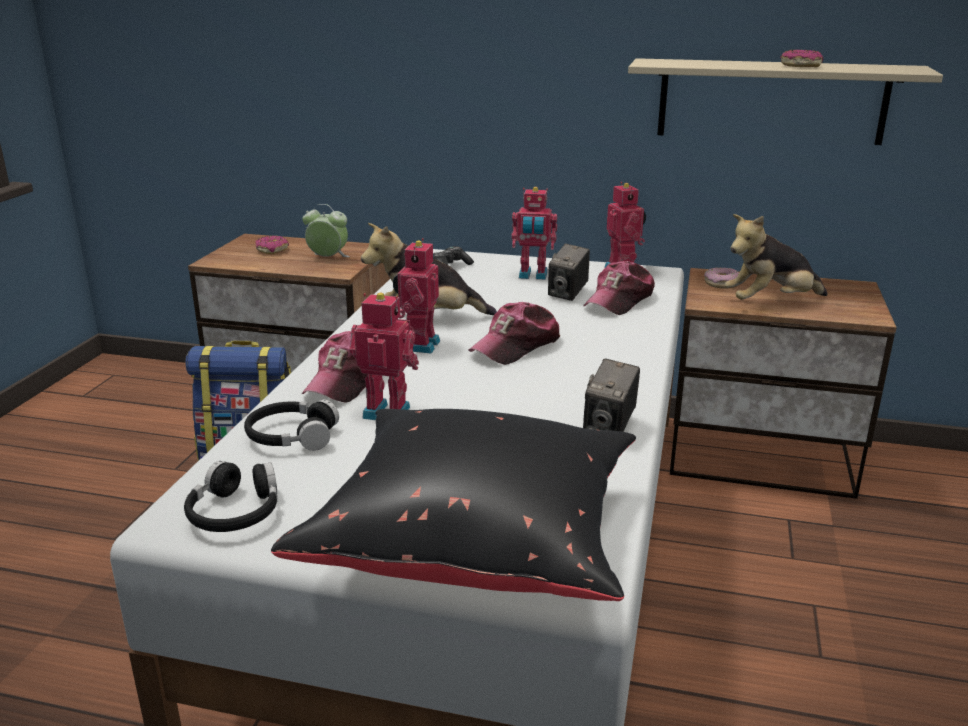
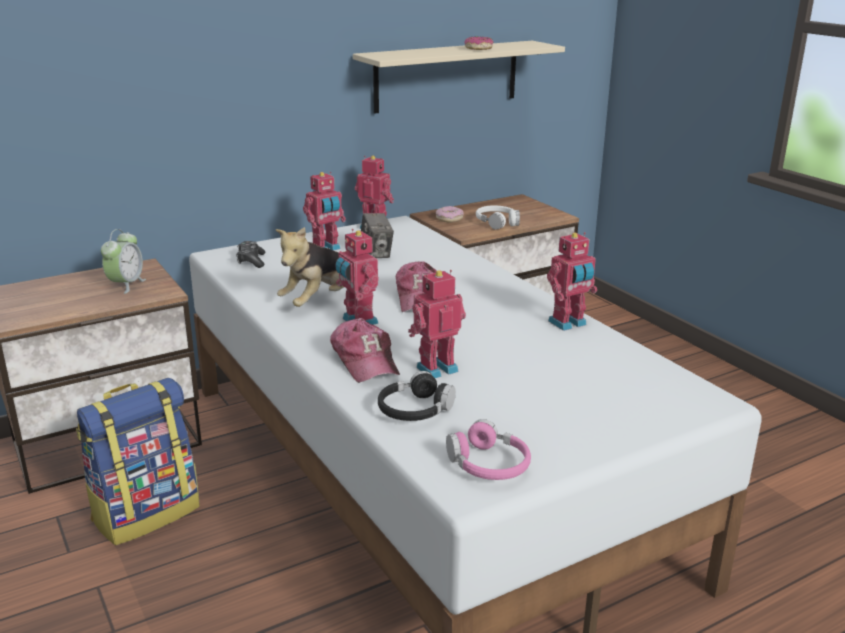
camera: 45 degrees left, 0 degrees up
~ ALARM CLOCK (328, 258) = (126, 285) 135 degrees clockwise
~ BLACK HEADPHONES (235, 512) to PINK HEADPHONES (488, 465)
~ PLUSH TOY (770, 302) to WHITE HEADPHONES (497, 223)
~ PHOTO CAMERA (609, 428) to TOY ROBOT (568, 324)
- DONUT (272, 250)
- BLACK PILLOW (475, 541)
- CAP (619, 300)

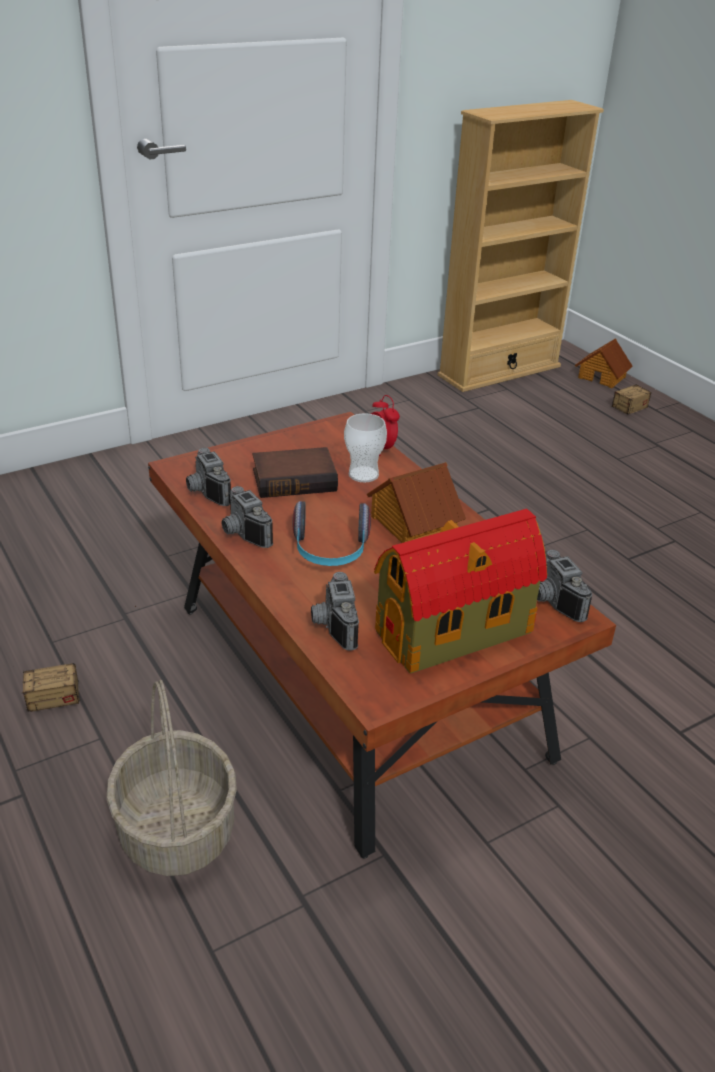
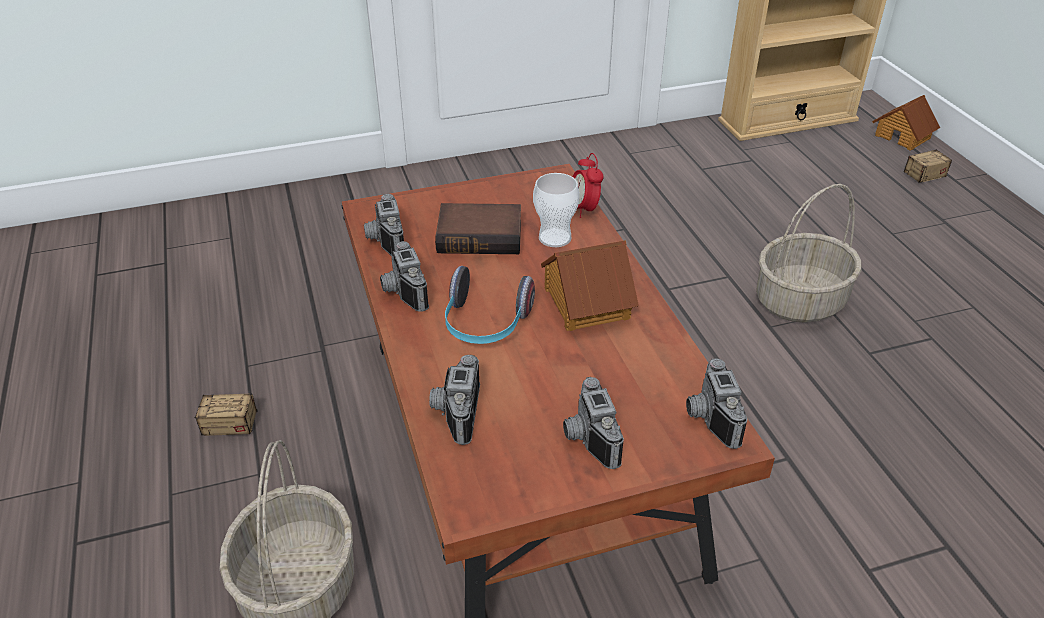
camera: 15 degrees right, 5 degrees up
~ TOY HOUSE (457, 631) to PHOTO CAMERA (587, 438)
+ BASKET (799, 302)

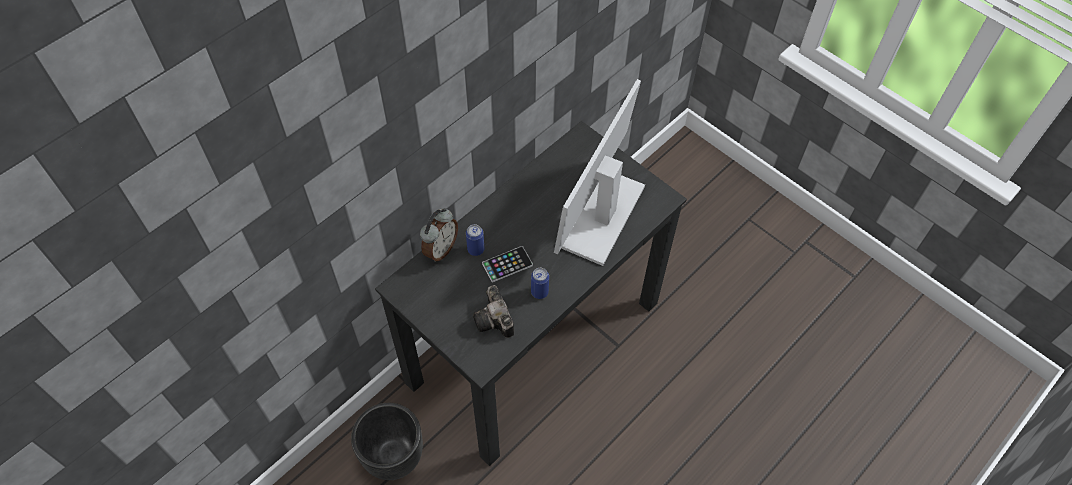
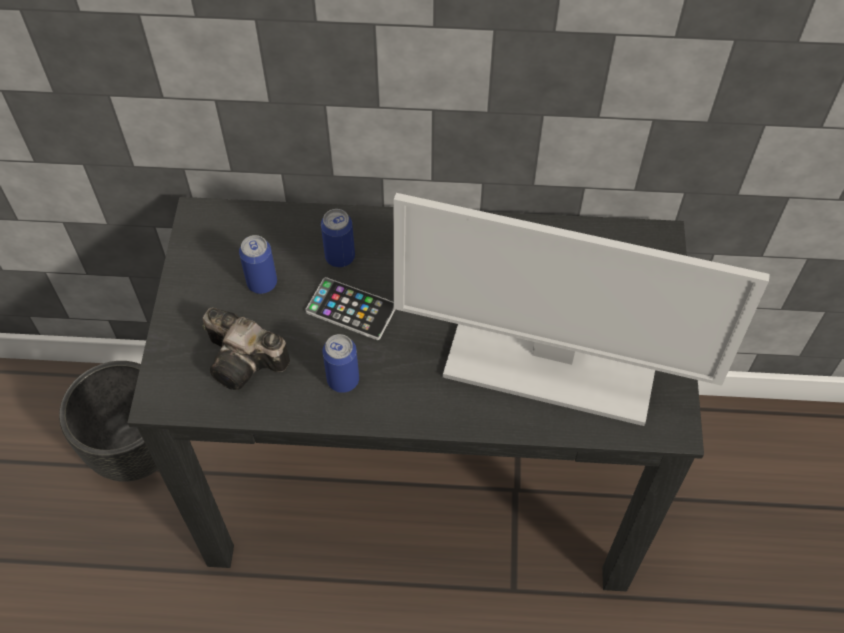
camera: 50 degrees right, 0 degrees up
~ PHOTO CAMERA (495, 321) = (247, 362) 90 degrees counterclockwise
+ CAN (262, 283)
~ MONITOR (600, 215) = (549, 360) 150 degrees counterclockwise
- ALARM CLOCK (440, 249)

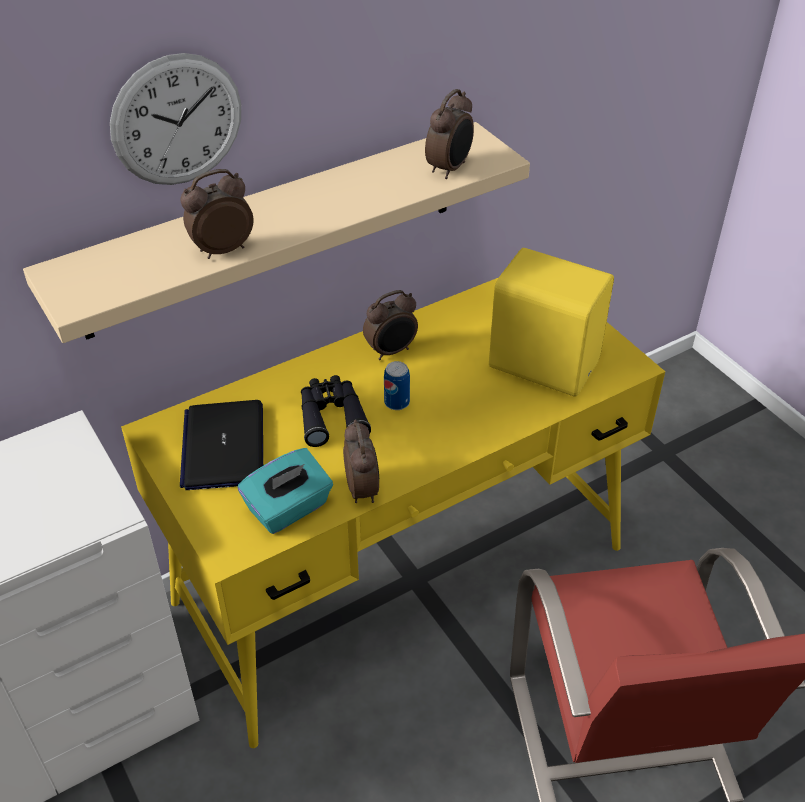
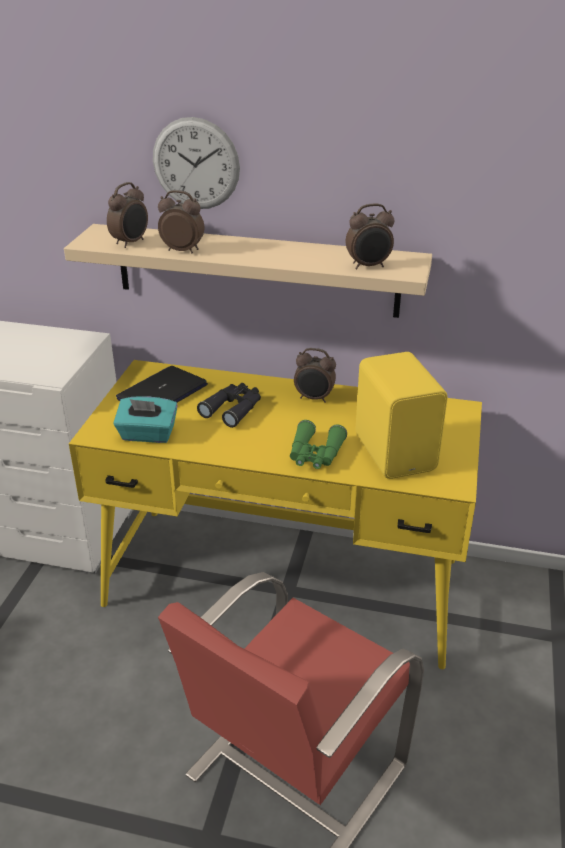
camera: 45 degrees right, 10 degrees down
~ ALARM CLOCK (363, 489) to (131, 243)
+ GREEN BINOCULARS (315, 454)
- CAN (397, 402)

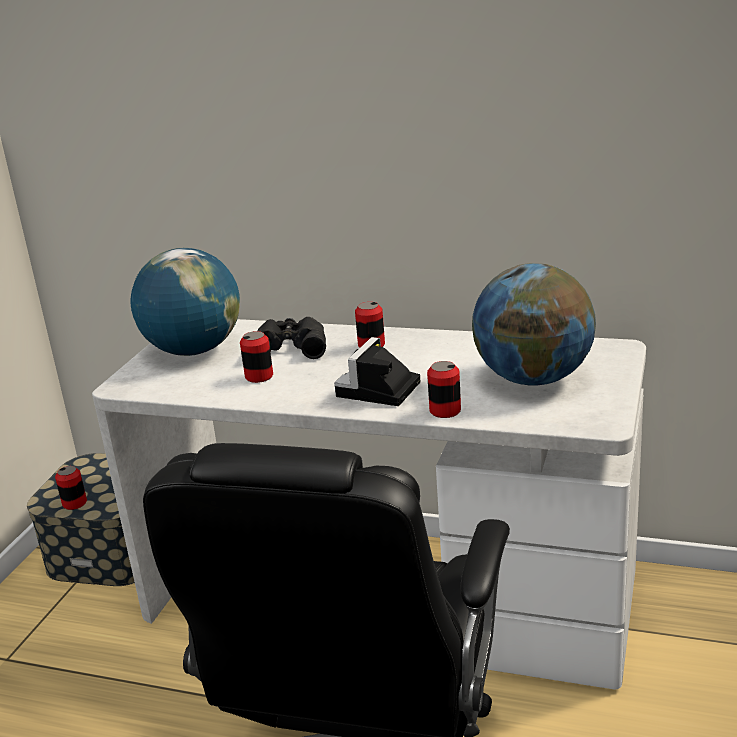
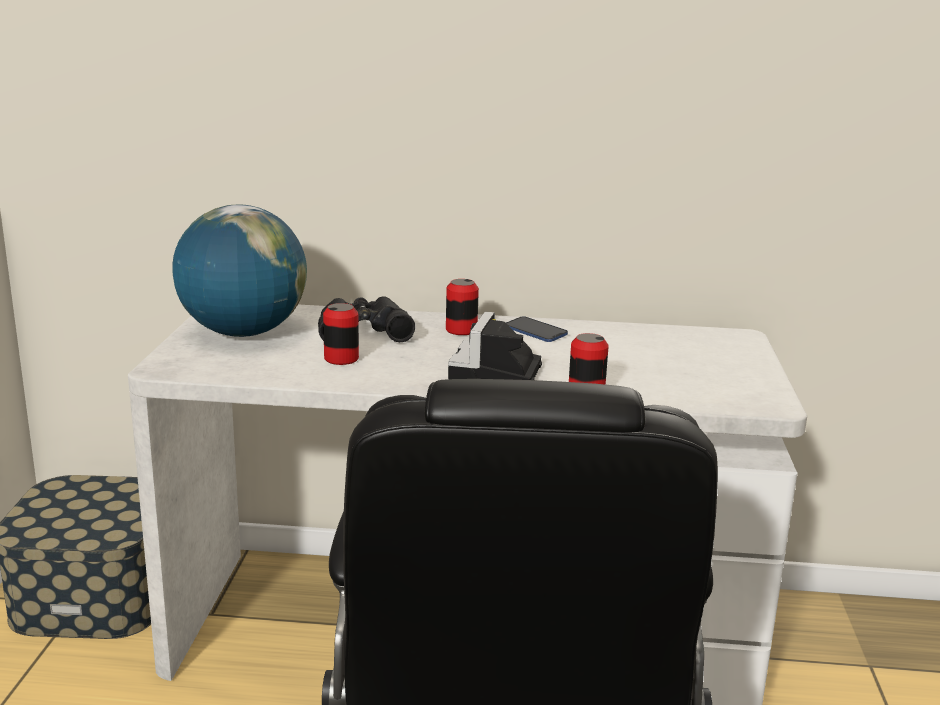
camera: 15 degrees left, 5 degrees down
+ PHONE (535, 331)
- CAN (74, 503)
- GLOBE (533, 379)

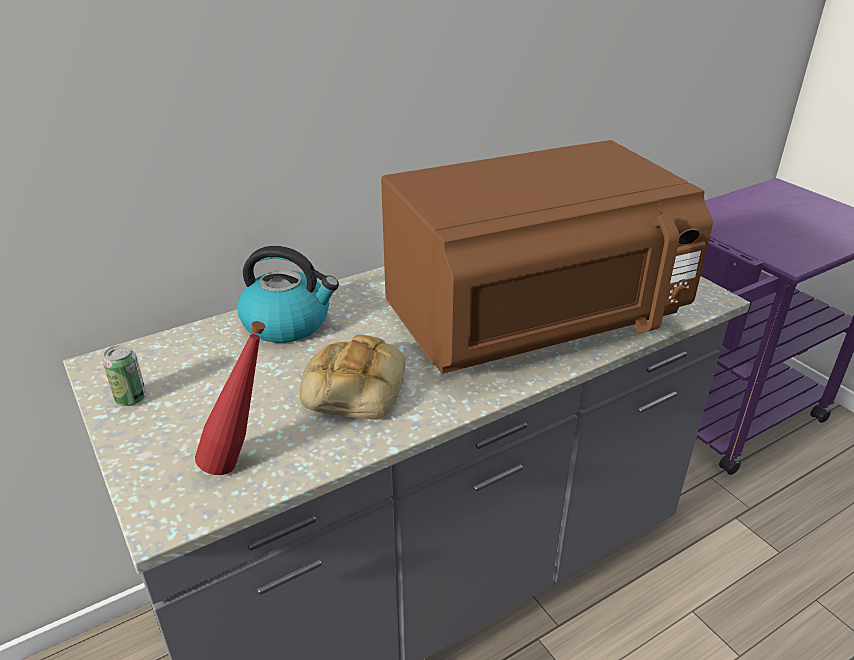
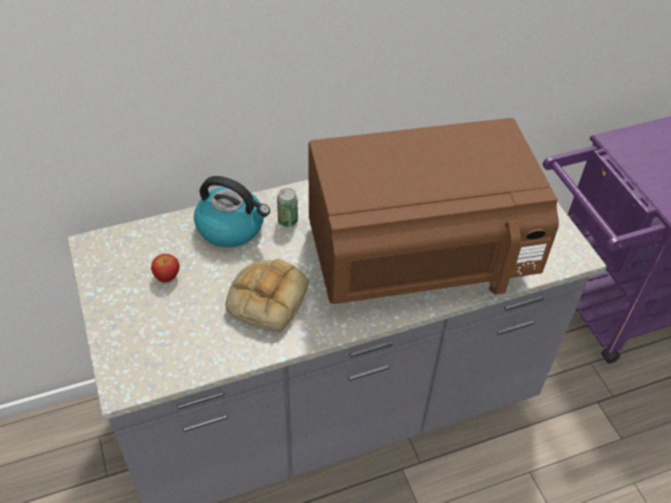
camera: 10 degrees right, 15 degrees up
+ APPLE (167, 276)
~ CAN (131, 398) to (288, 221)
- RED BOTTLE (241, 463)

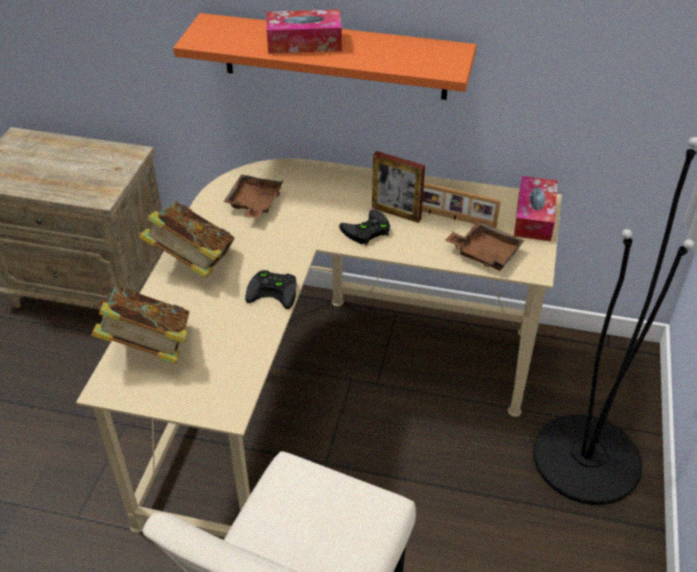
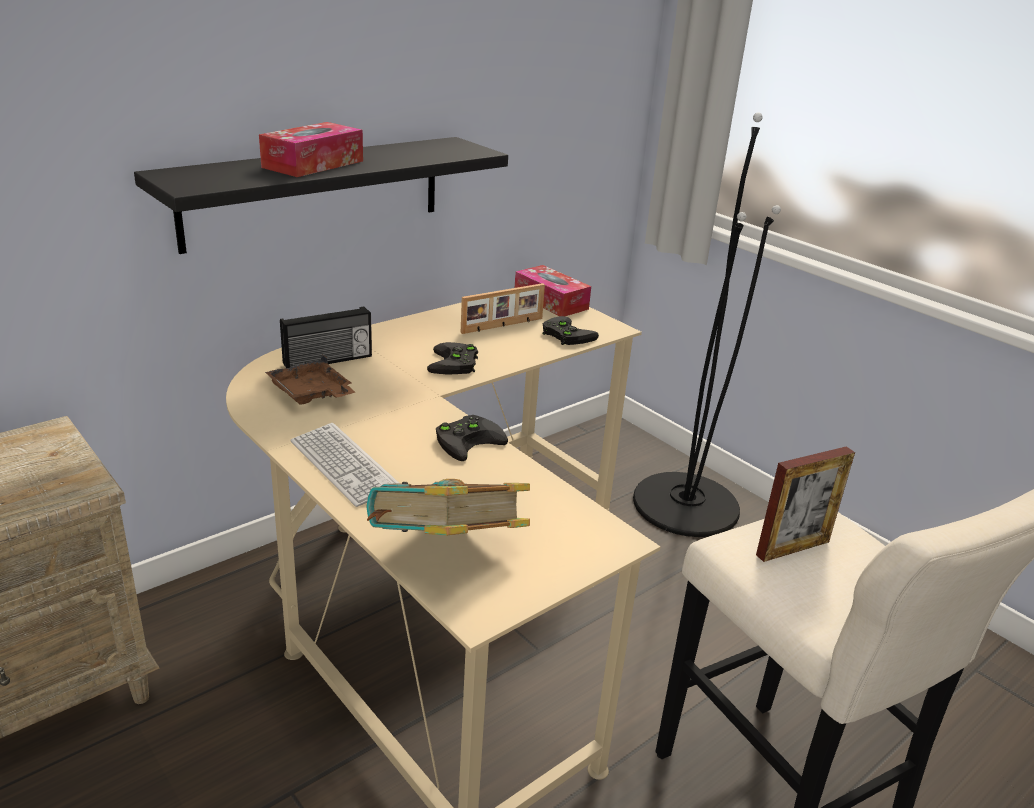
camera: 55 degrees left, 15 degrees down
~ ORANGE SHELF (334, 57) to BLACK SHELF (315, 191)
+ RADIO (328, 361)
~ BOOK (192, 262) to KEYBOARD (343, 465)
~ BROWN TRAY (485, 253) to BLACK GAME CONTROLLER (565, 335)
~ PICTURE FRAME (396, 213) to (793, 548)

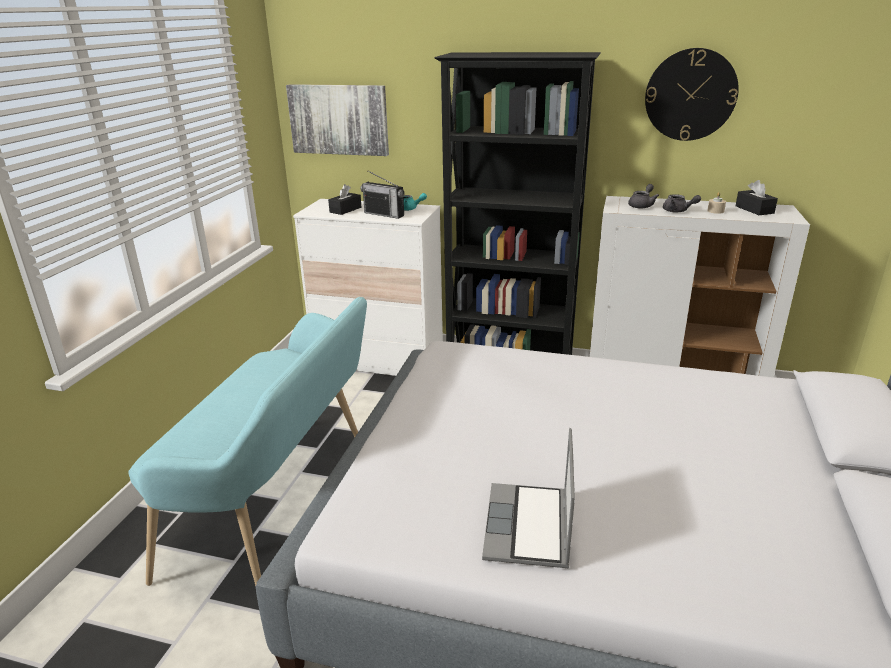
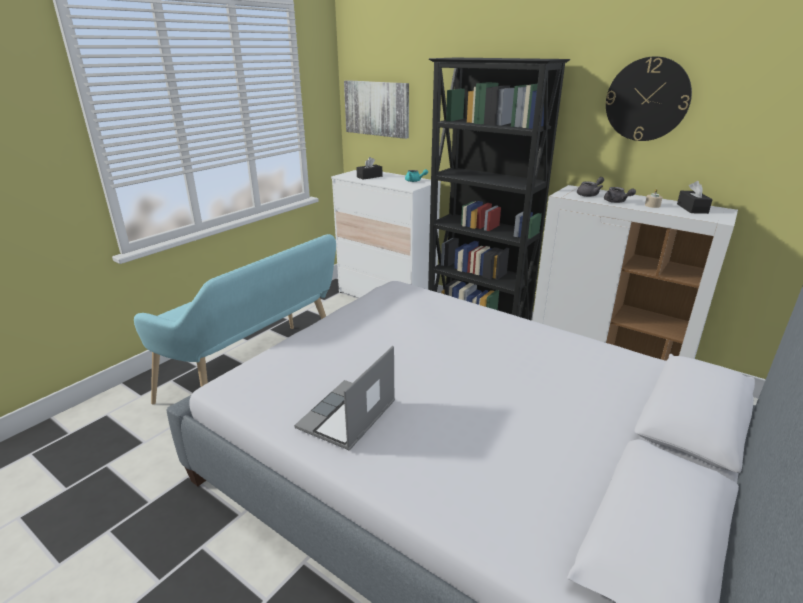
camera: 20 degrees right, 0 degrees up
- RADIO (384, 214)

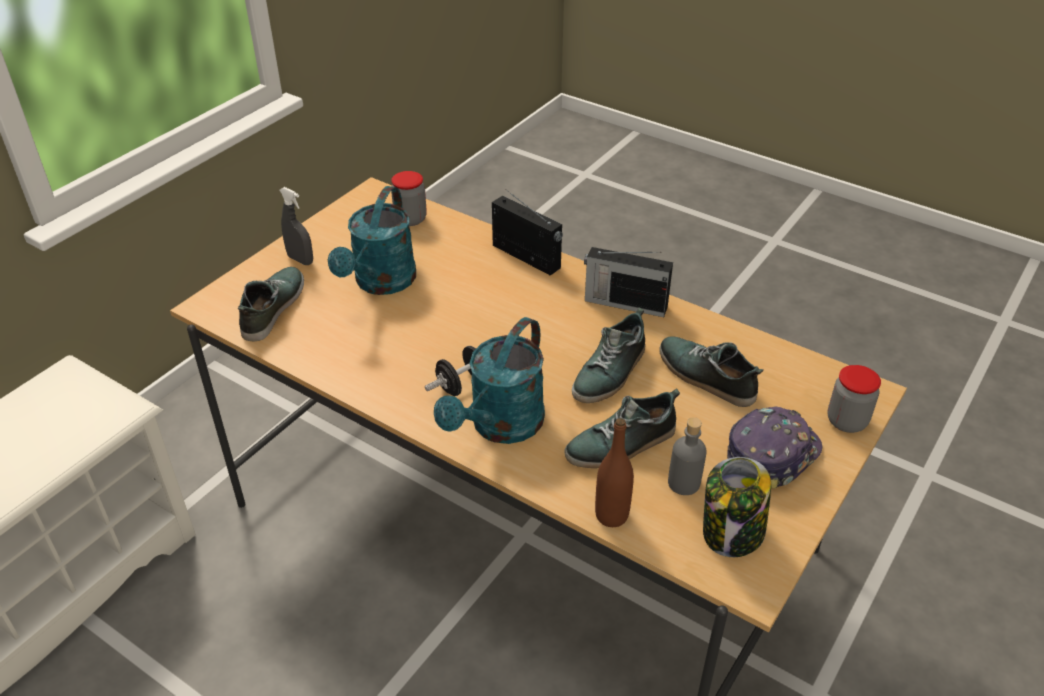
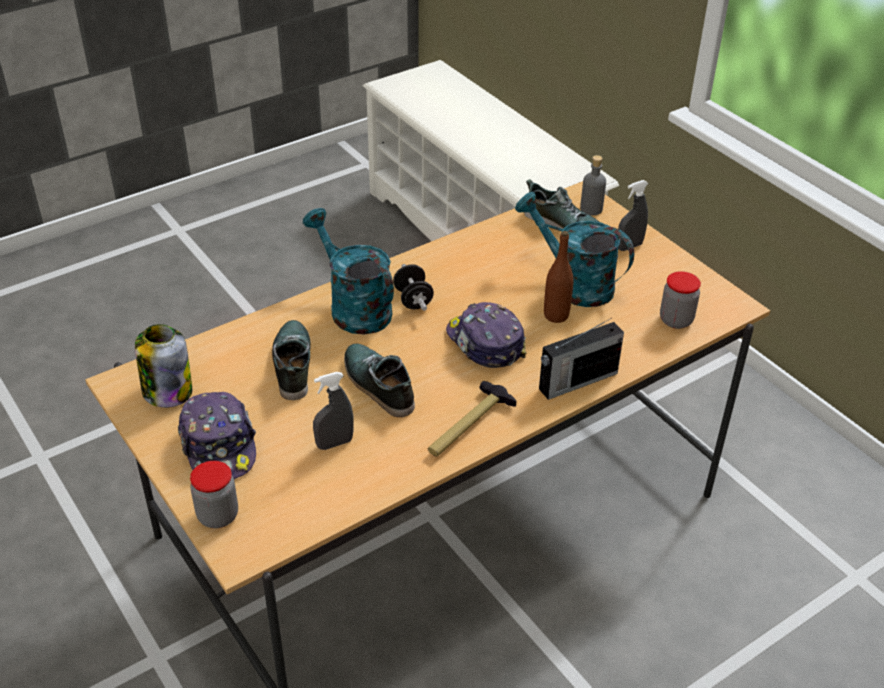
camera: 110 degrees right, 0 degrees up
~ SHOE (705, 377) to GREY SPRAY BOTTLE (334, 443)
~ RADIO (624, 303) to HAMMER (469, 426)
+ CAP (484, 343)
~ BROWN BOTTLE (611, 515) to (556, 315)
~ GREY BOTTLE (684, 483) to (591, 209)

